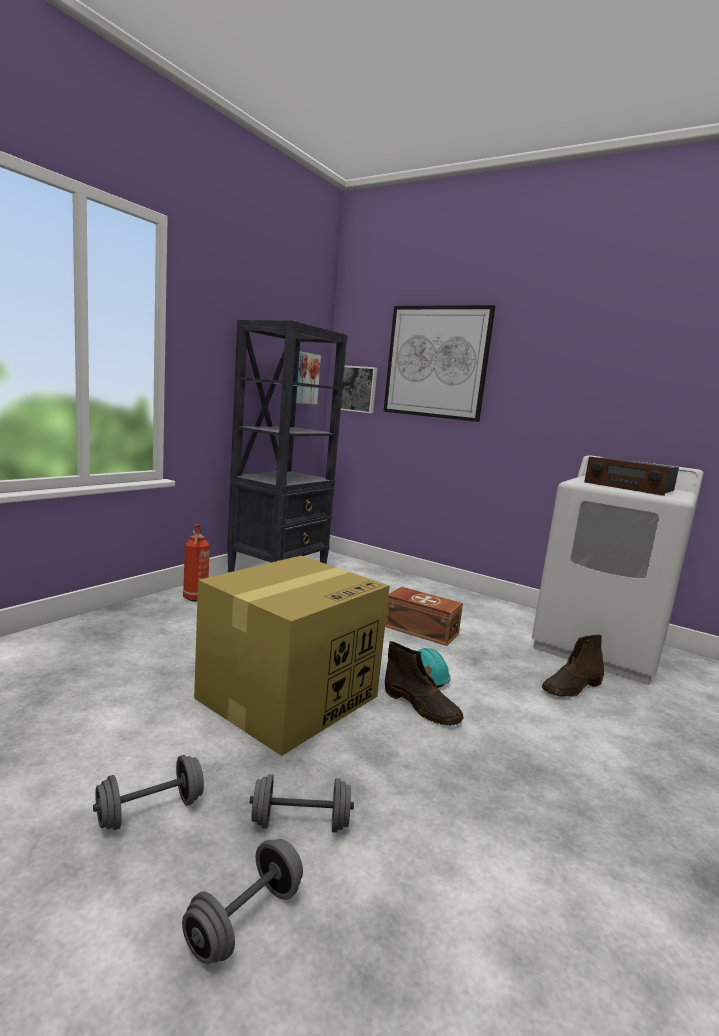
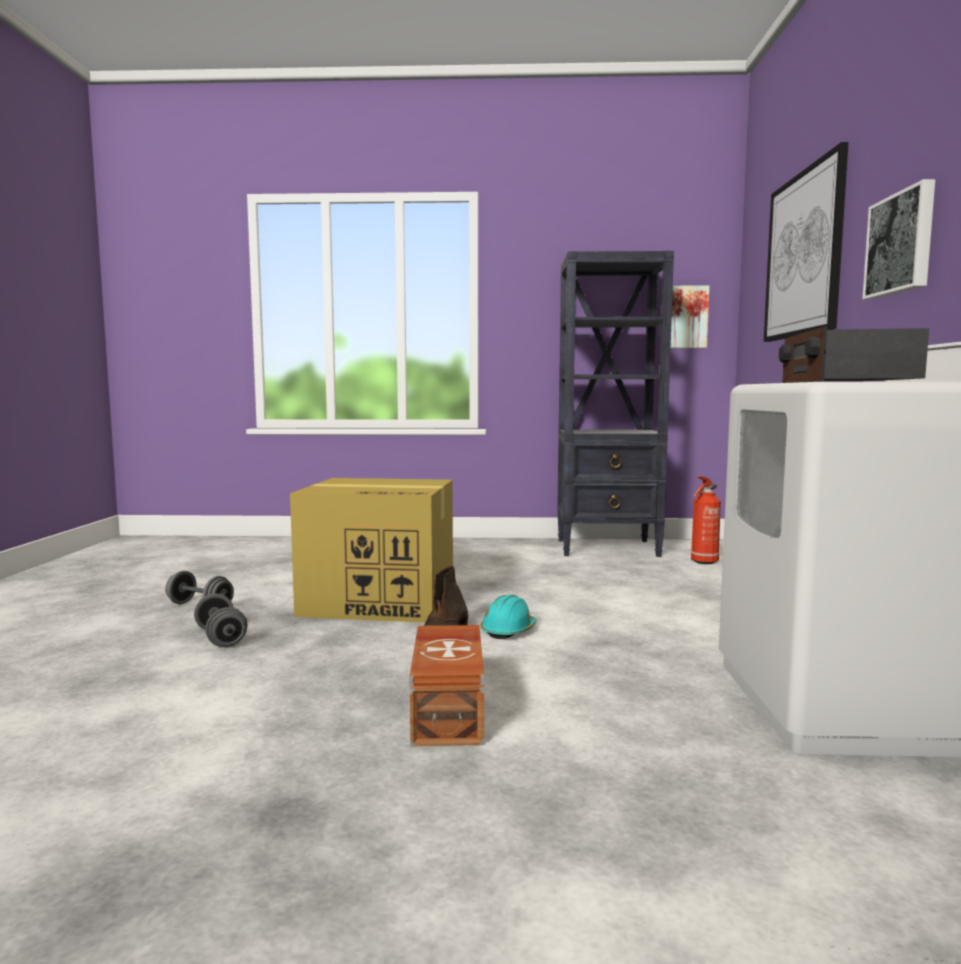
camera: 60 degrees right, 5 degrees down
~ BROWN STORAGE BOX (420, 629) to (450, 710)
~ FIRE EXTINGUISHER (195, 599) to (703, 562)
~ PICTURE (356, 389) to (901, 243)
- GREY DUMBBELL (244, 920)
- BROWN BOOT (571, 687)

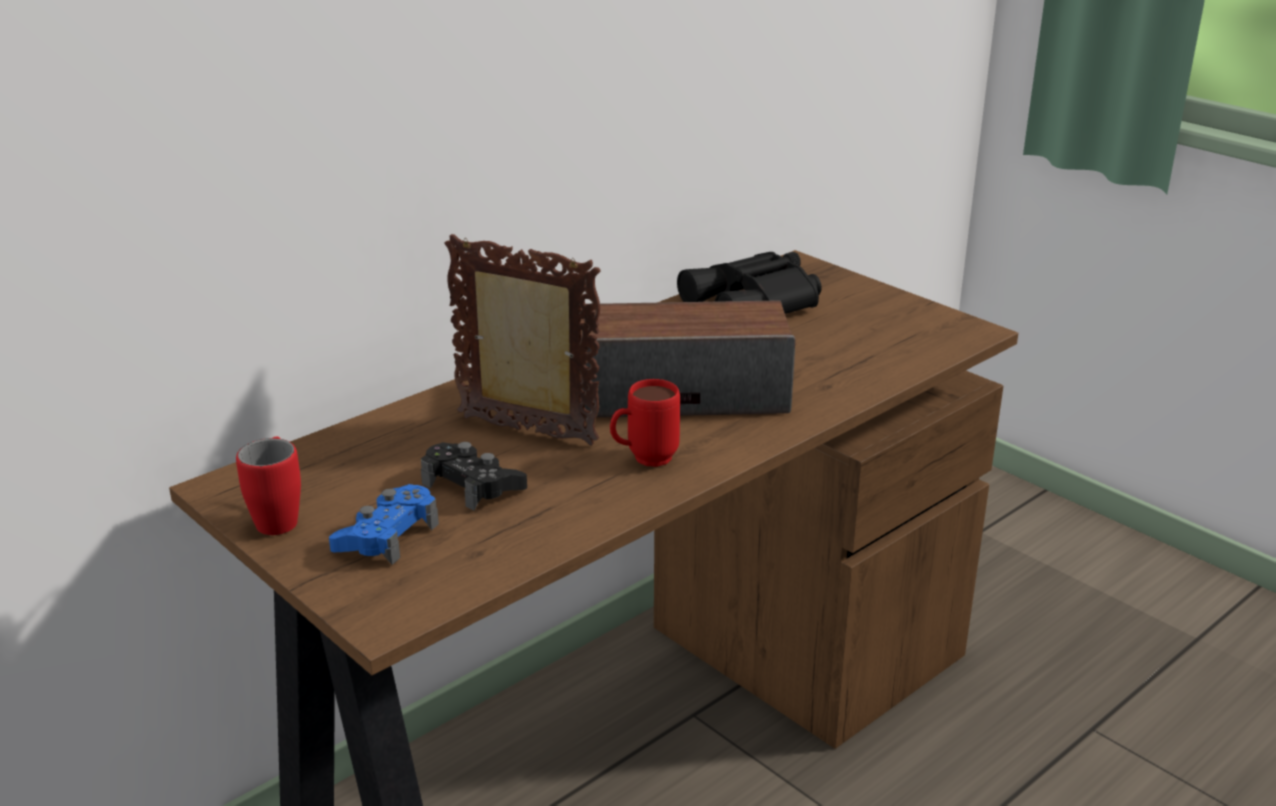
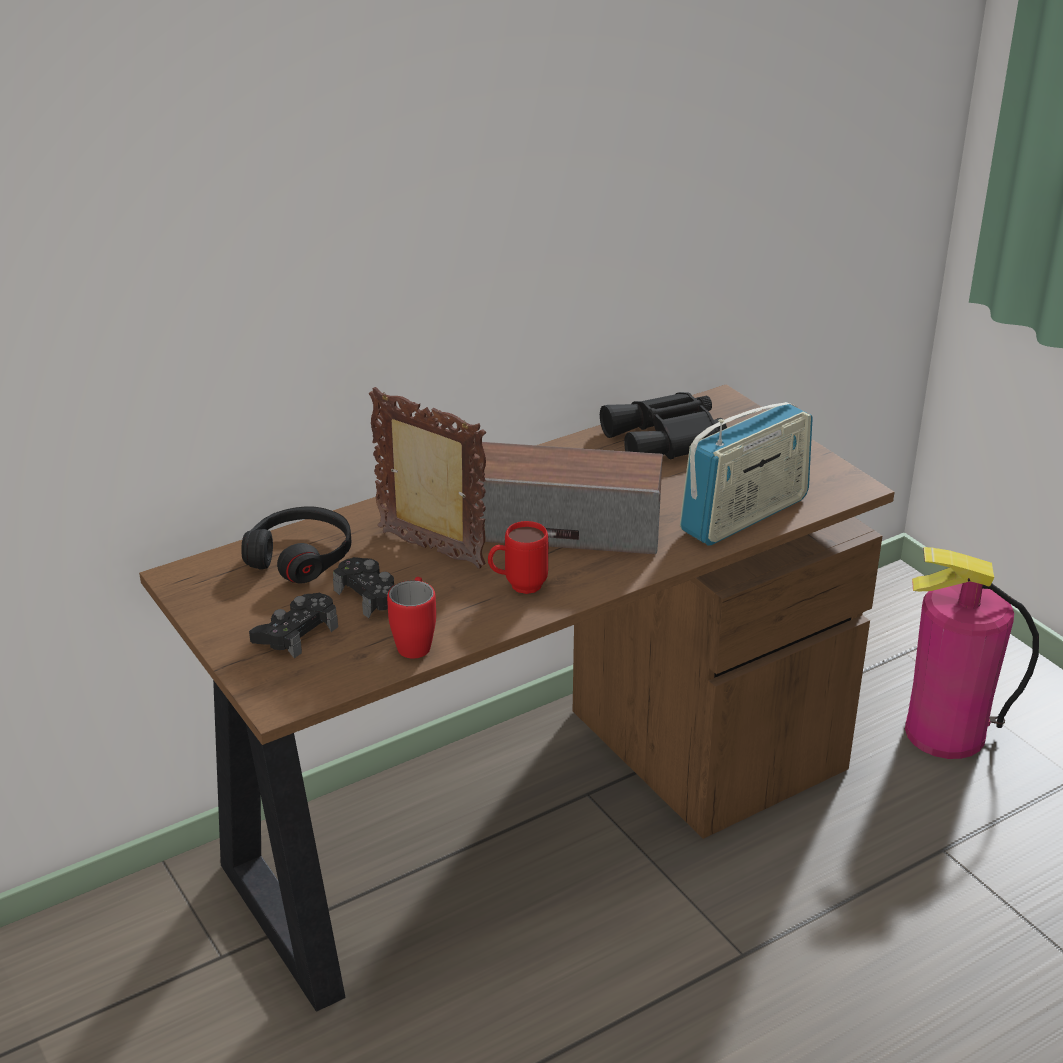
camera: 10 degrees right, 5 degrees up
+ BLACK HEADPHONES (301, 556)
~ BLUE GAME CONTROLLER (387, 536) to BLACK GAME CONTROLLER (296, 633)
~ RED MUG (279, 516) to (415, 641)
+ RADIO (744, 515)
+ FIRE EXTINGUISHER (945, 733)

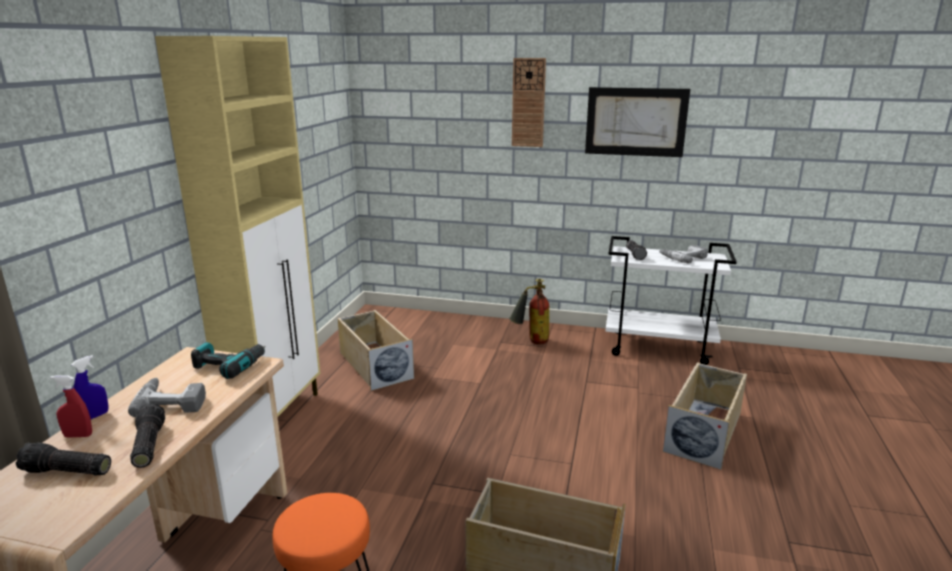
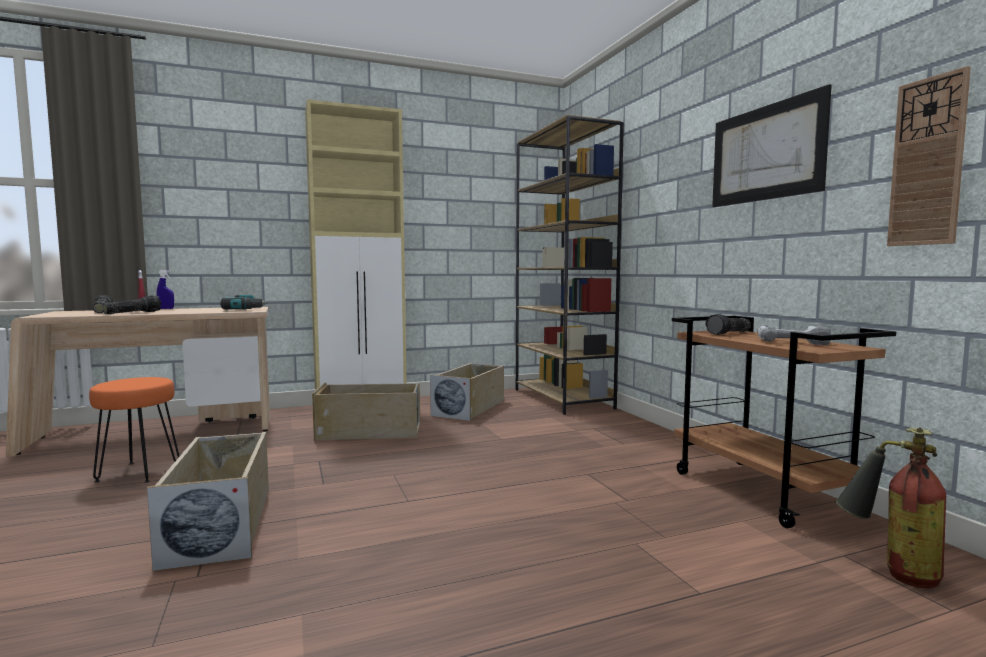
camera: 55 degrees right, 15 degrees down
~ BEIGE STORAGE BOX (704, 432) to (370, 432)
+ BROWN BOOKCASE (563, 399)
~ WHITE CART (659, 347) to BROWN CART (762, 492)
~ FIRE EXTINGUISHER (531, 341) to (890, 571)
~ WALL CLOCK (528, 103) to (927, 162)
- POWER DRILL (172, 401)

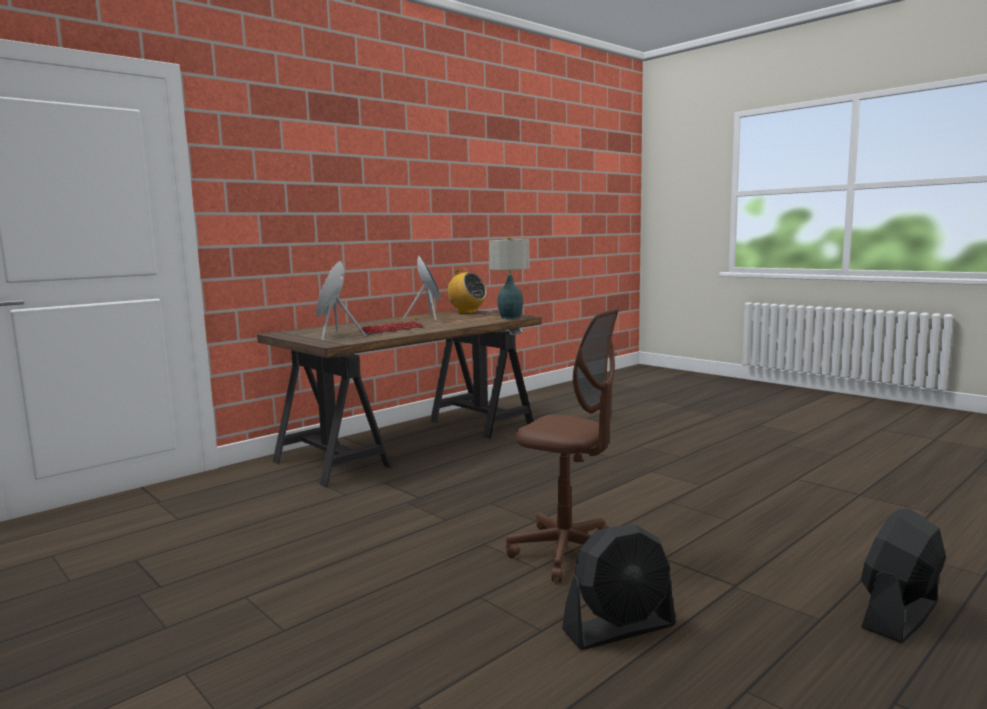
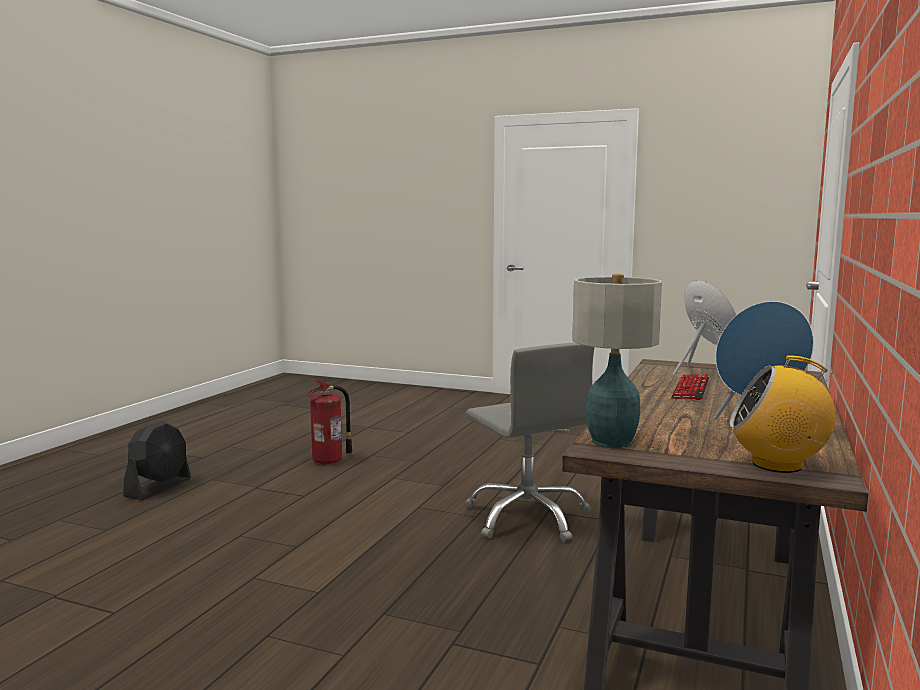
camera: 155 degrees right, 0 degrees up
~ BLACK FAN (619, 628) to FIRE EXTINGUISHER (329, 461)
+ GREY OFFICE CHAIR (527, 517)
- BROWN OFFICE CHAIR (567, 554)

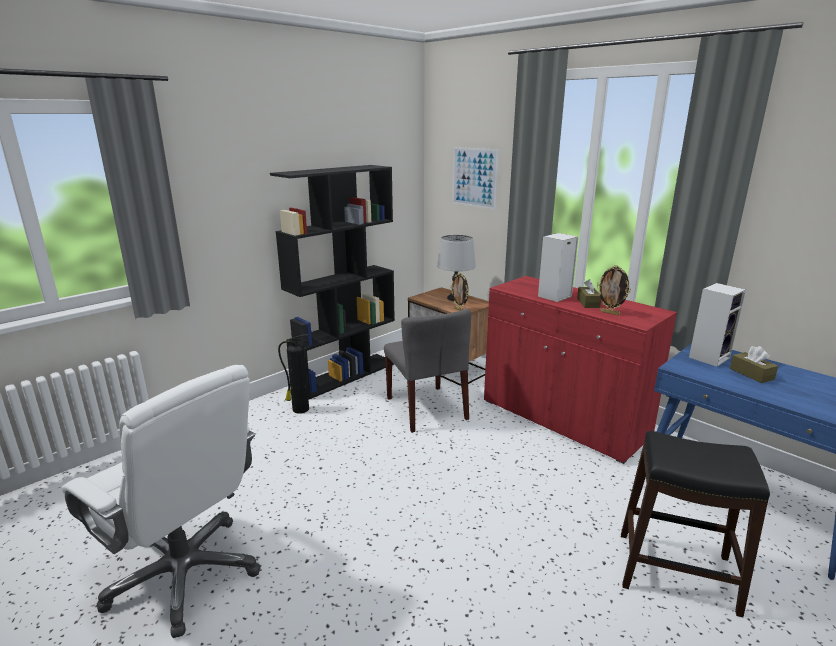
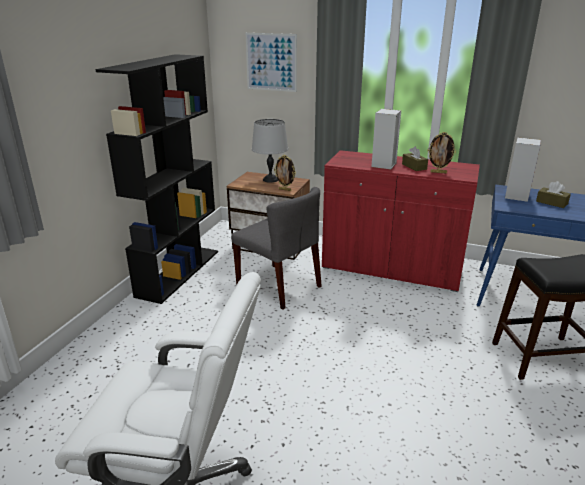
camera: 25 degrees left, 5 degrees up
- FIRE EXTINGUISHER (299, 409)

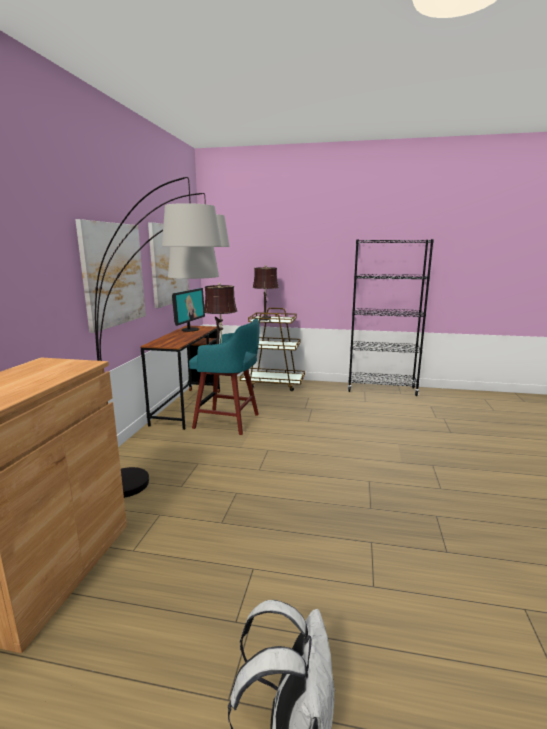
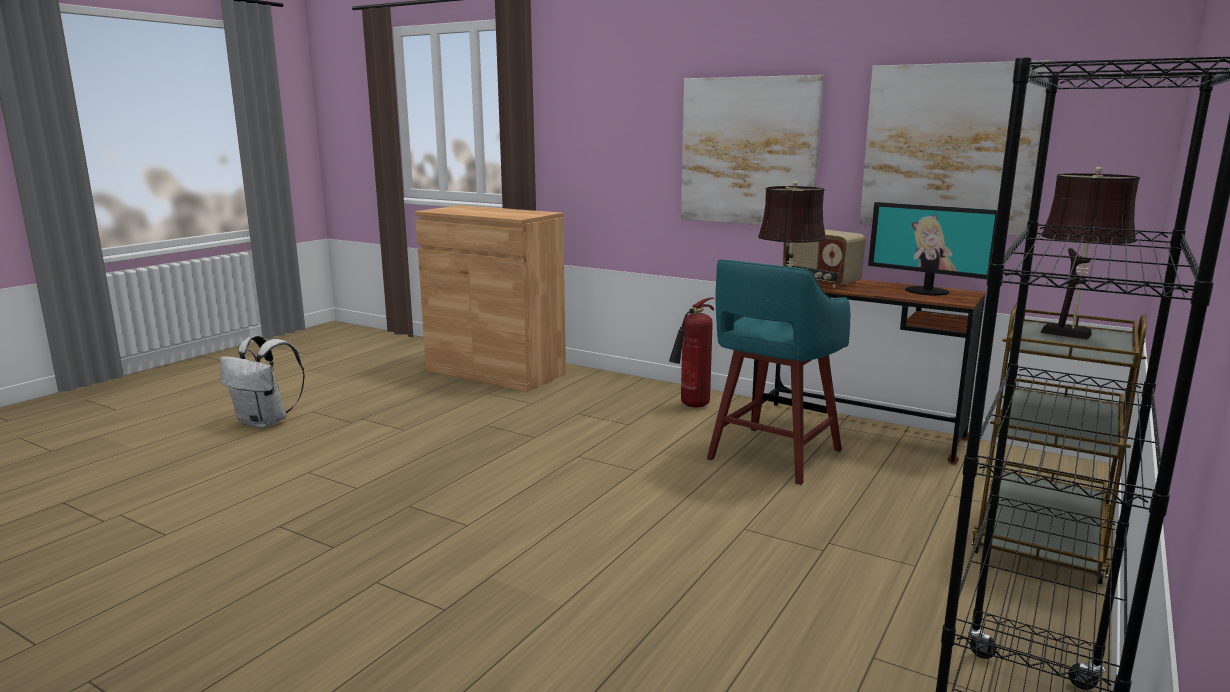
camera: 110 degrees right, 0 degrees up
+ FIRE EXTINGUISHER (692, 406)
+ RADIO (820, 282)
- FLOOR LAMP (182, 483)

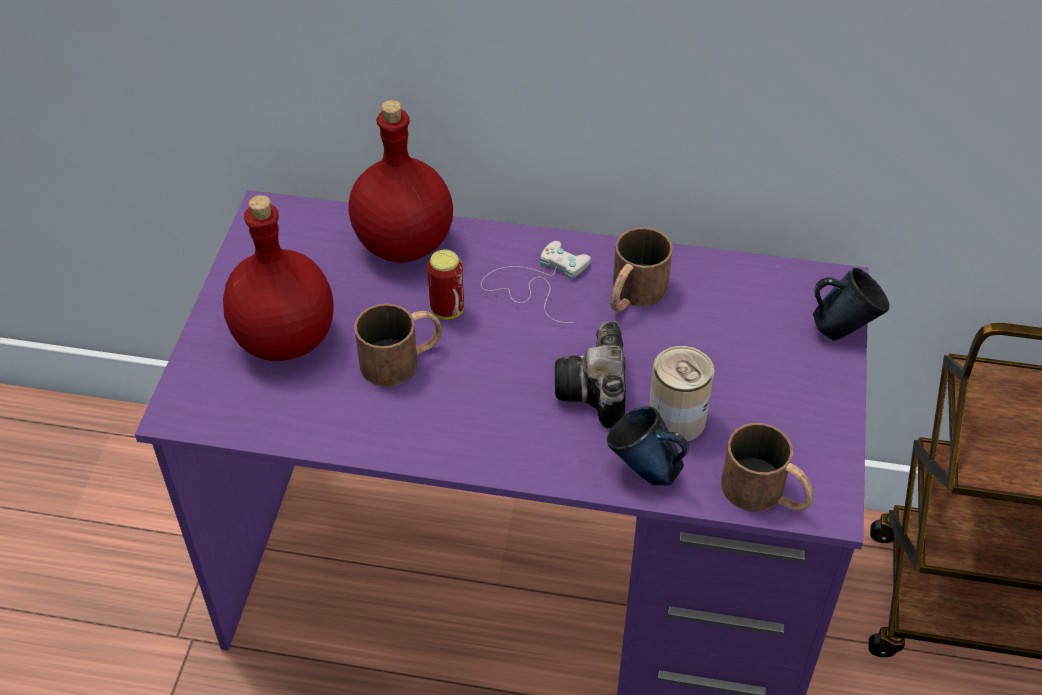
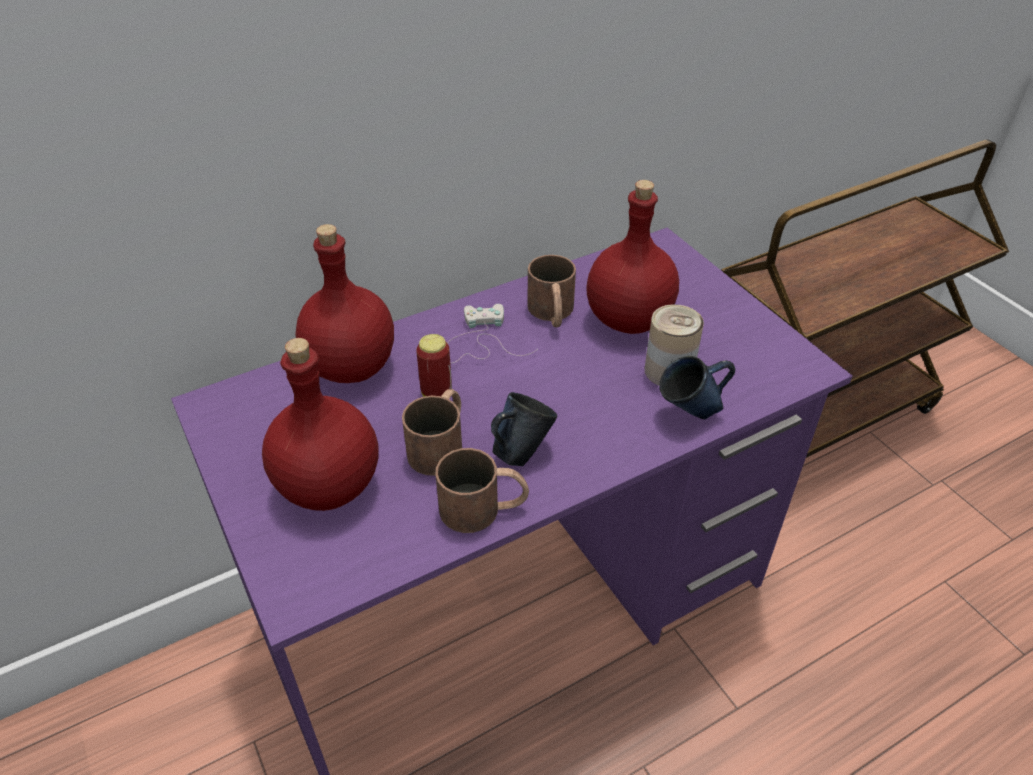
camera: 40 degrees left, 5 degrees down
~ BROWN MUG (766, 494) to (484, 508)
~ BLUE MUG (842, 329) to (520, 452)
+ RED BOTTLE (630, 319)
- PHOTO CAMERA (596, 394)

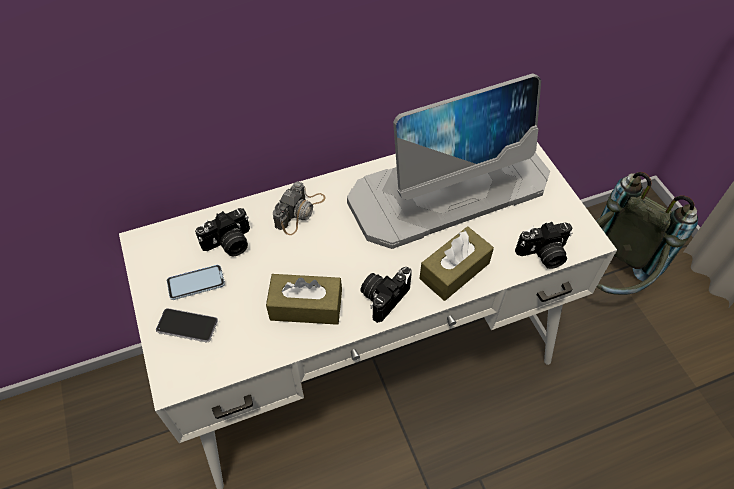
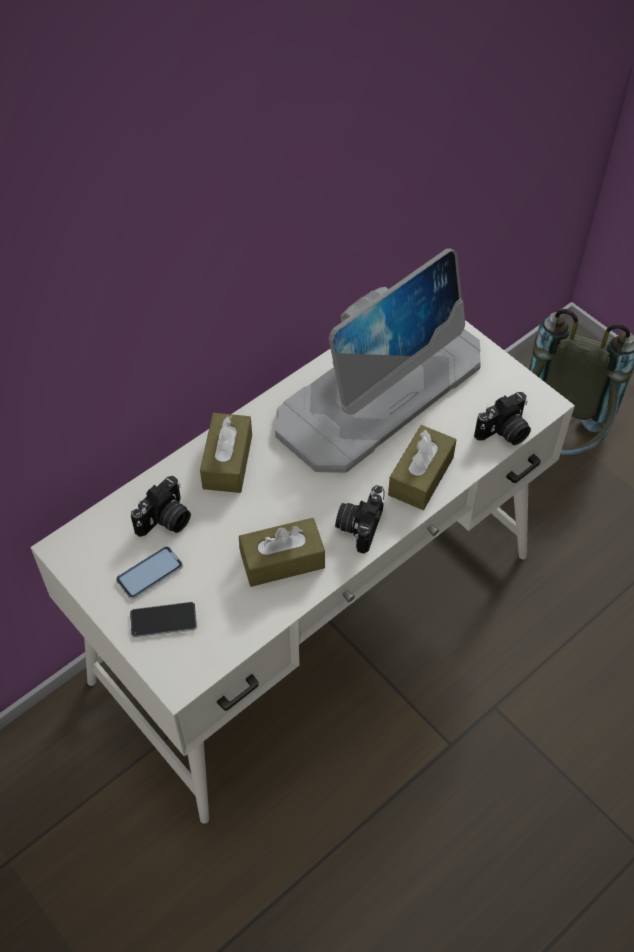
camera: 20 degrees left, 0 degrees up
~ PHOTO CAMERA (300, 211) to BROWN TISSUE BOX (227, 461)

